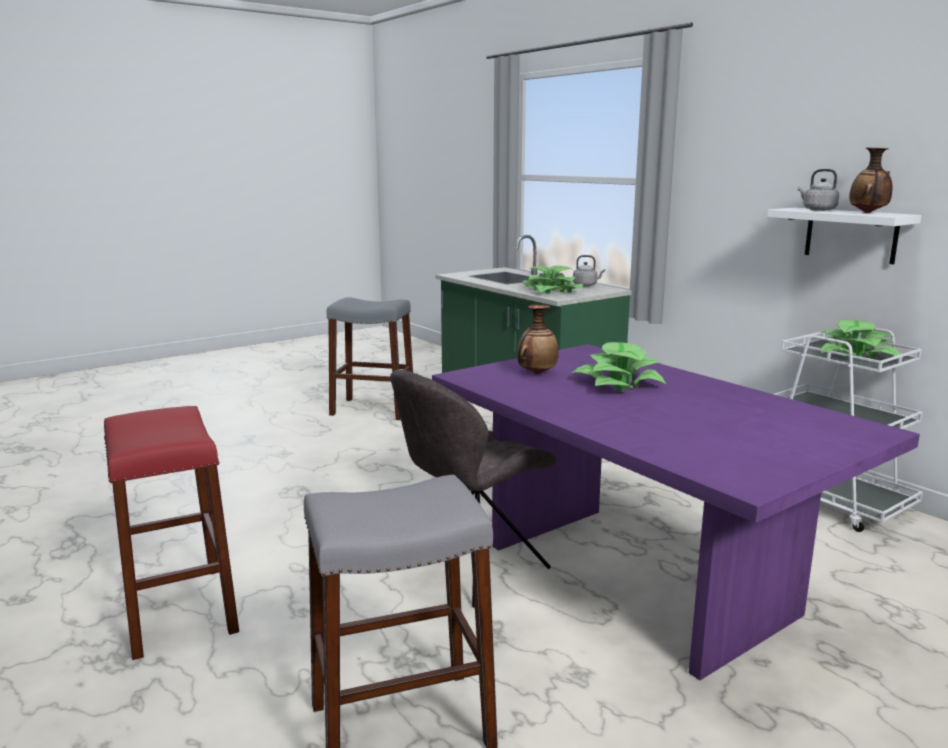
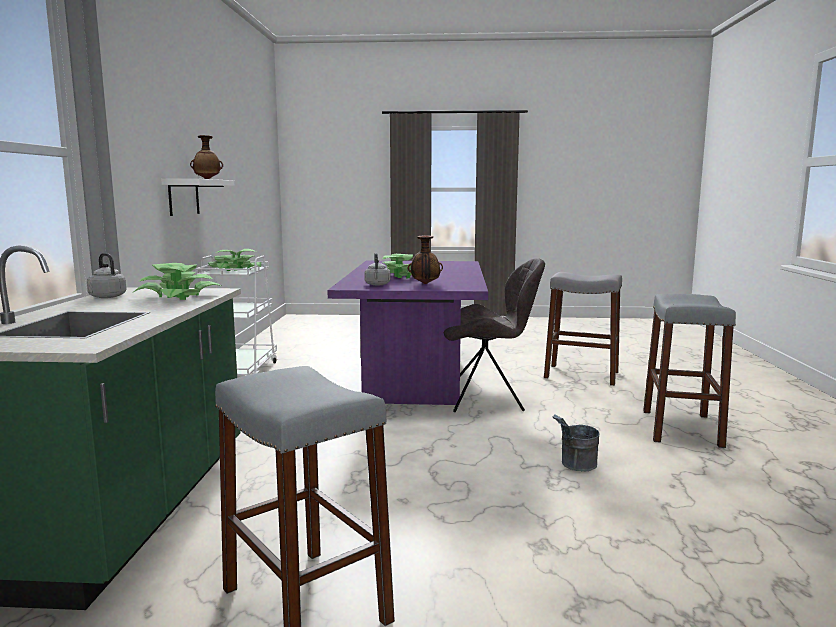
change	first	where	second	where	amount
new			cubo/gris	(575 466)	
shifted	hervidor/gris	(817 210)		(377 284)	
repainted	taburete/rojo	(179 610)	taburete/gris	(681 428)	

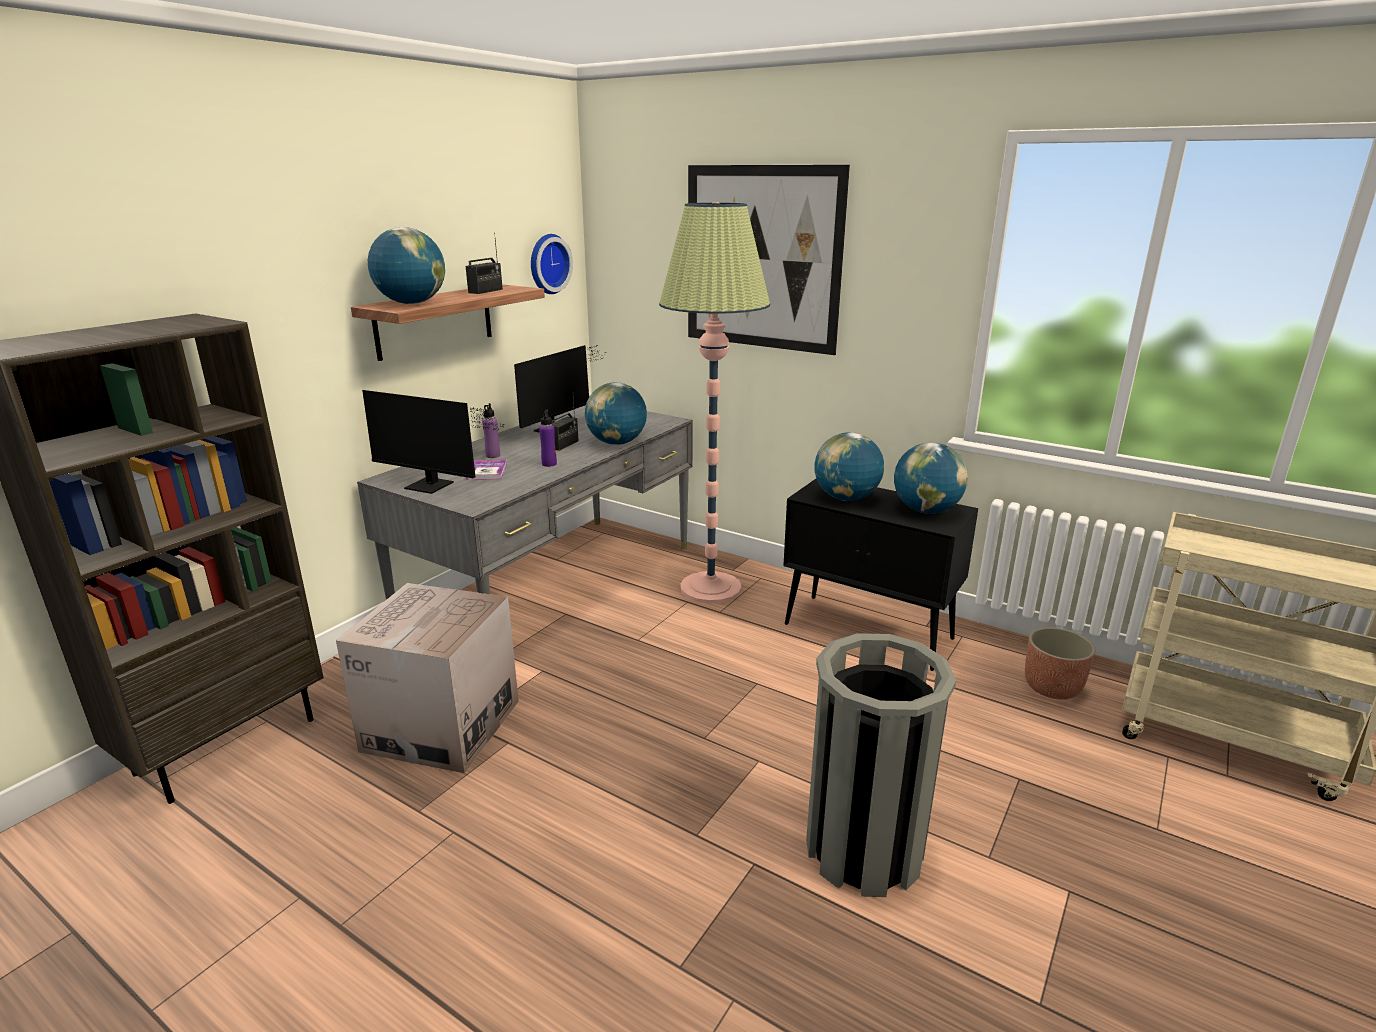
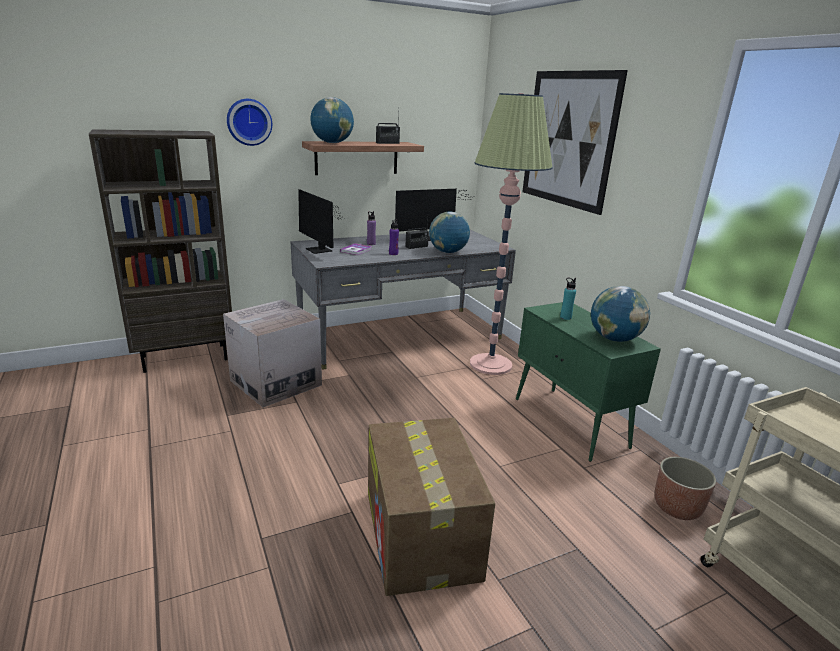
change	first	where	second	where	amount
shifted	reloj de pared	(547 264)		(249 122)	
swapped	papelera/gris	(864 850)	caja de cartón	(422 536)	
swapped	globo terráqueo	(846 498)	botella/turquesa	(565 317)	
repainted	armario/negro	(869 632)	armario/verde	(570 423)	

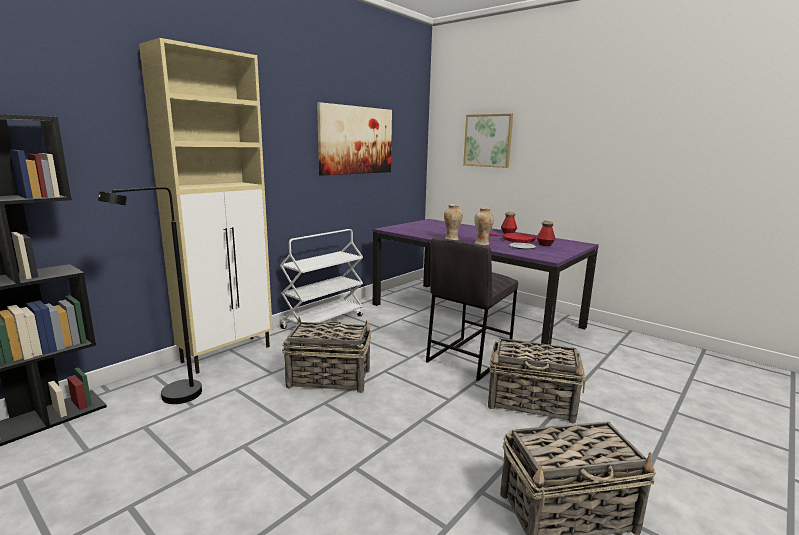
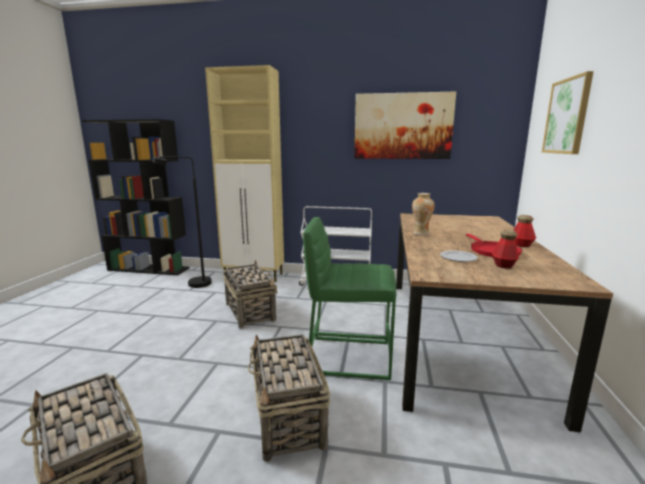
change	first	where	second	where	amount
gone	florero	(482 244)			
repainted	mesa de comedor/morado	(472 315)	mesa de comedor/marrón	(456 334)	
repainted	taburete/gris	(468 357)	taburete/verde	(348 356)	

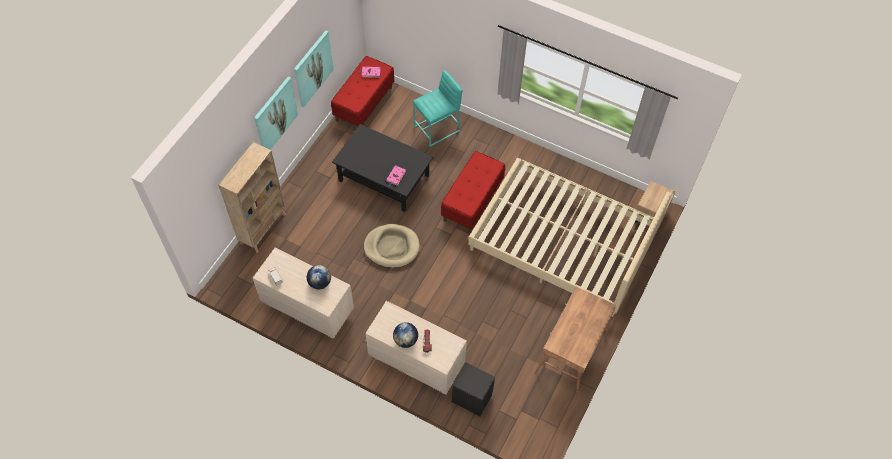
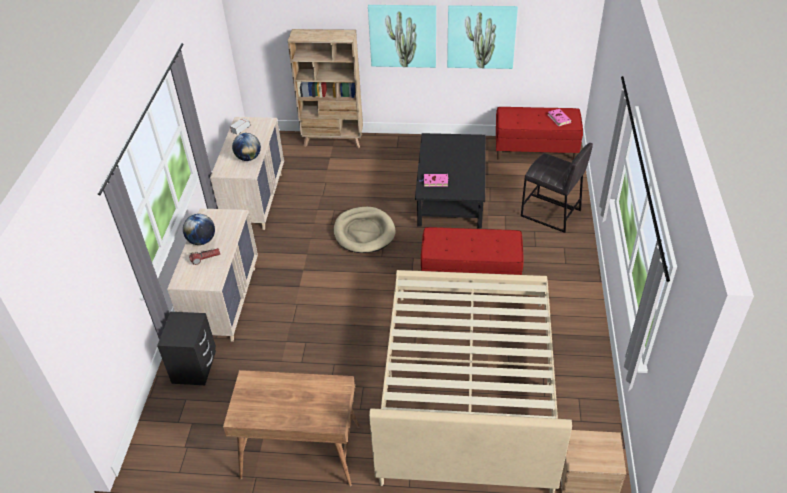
change	first	where	second	where	amount
repainted	taburete/turquesa	(437 129)	taburete/gris	(551 213)	

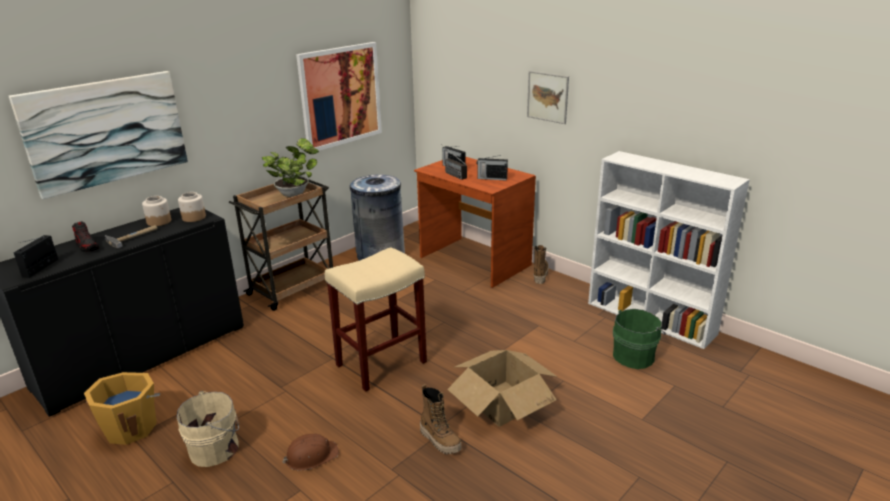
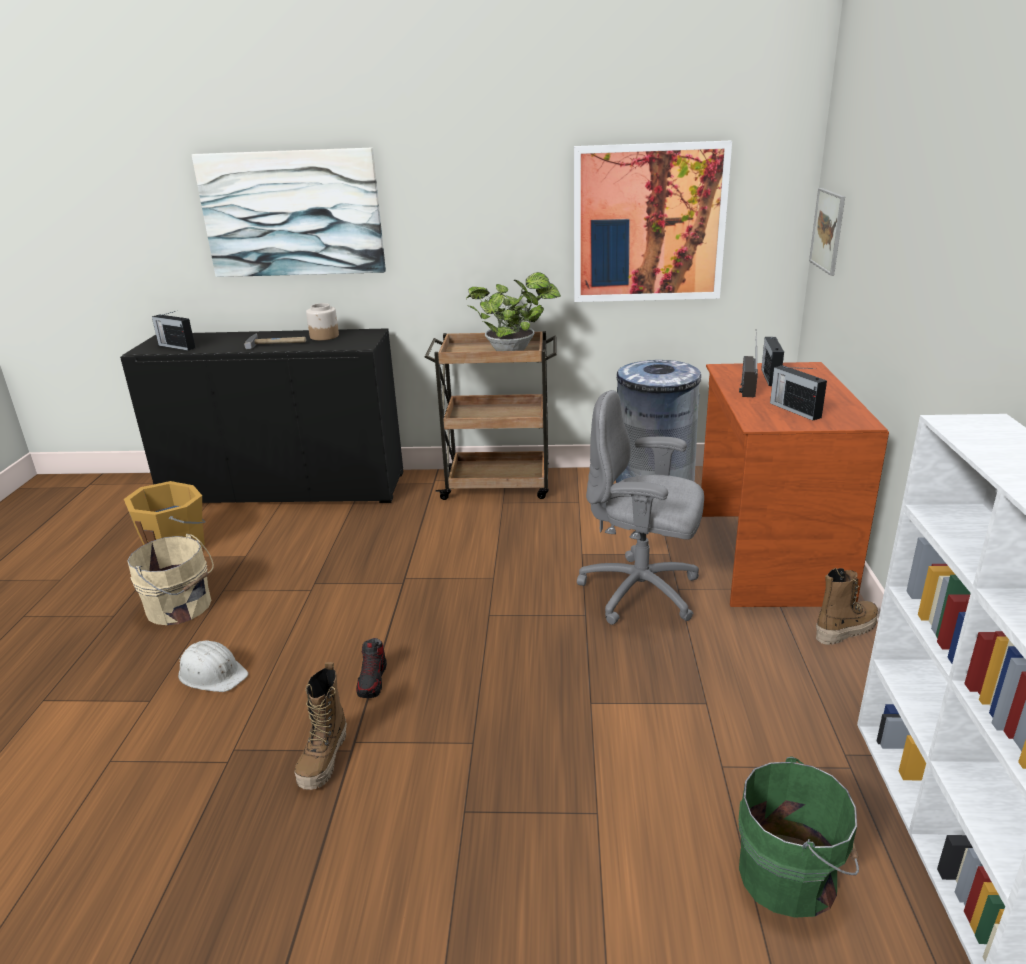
change	first	where	second	where	amount
gone	tarro	(193 217)			
gone	taburete/beis	(382 363)			
gone	caja de cartón	(502 403)			
new			silla de oficina/gris	(642 592)	
shifted	zapato	(87 246)		(372 680)	
shifted	cuadro	(547 97)		(827 230)	
repainted	casco/marrón	(311 456)	casco/blanco	(212 674)	
rotated	radio	(41 267)		(176 346)	120 degrees counterclockwise

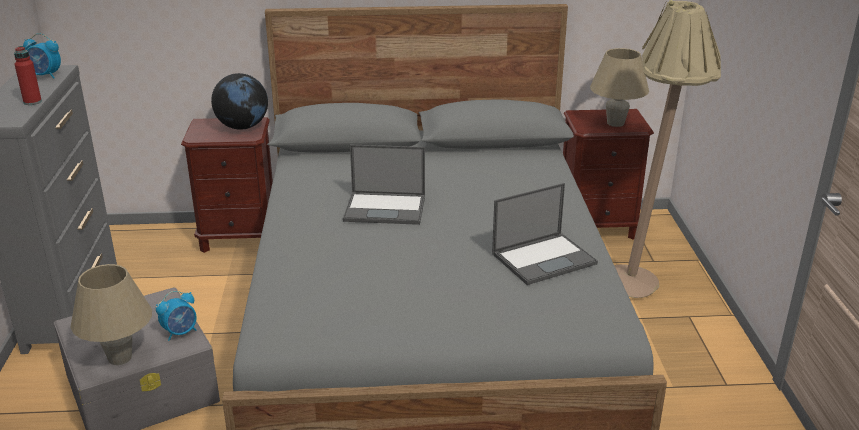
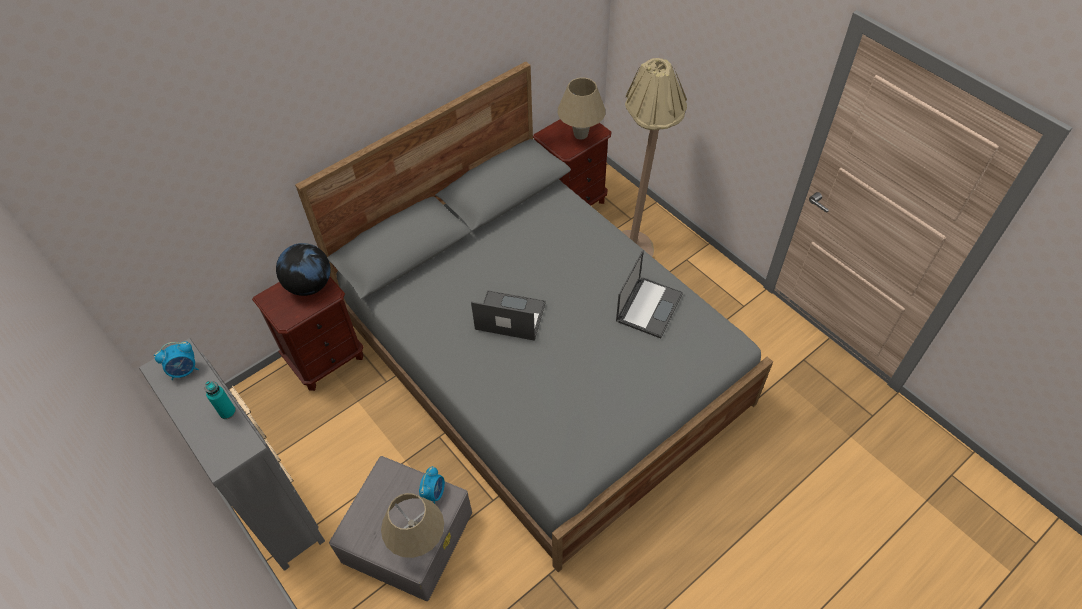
change	first	where	second	where	amount
repainted	botella/rojo	(32 102)	botella/turquesa	(227 412)	
rotated	portátil	(386 208)		(509 316)	135 degrees counterclockwise

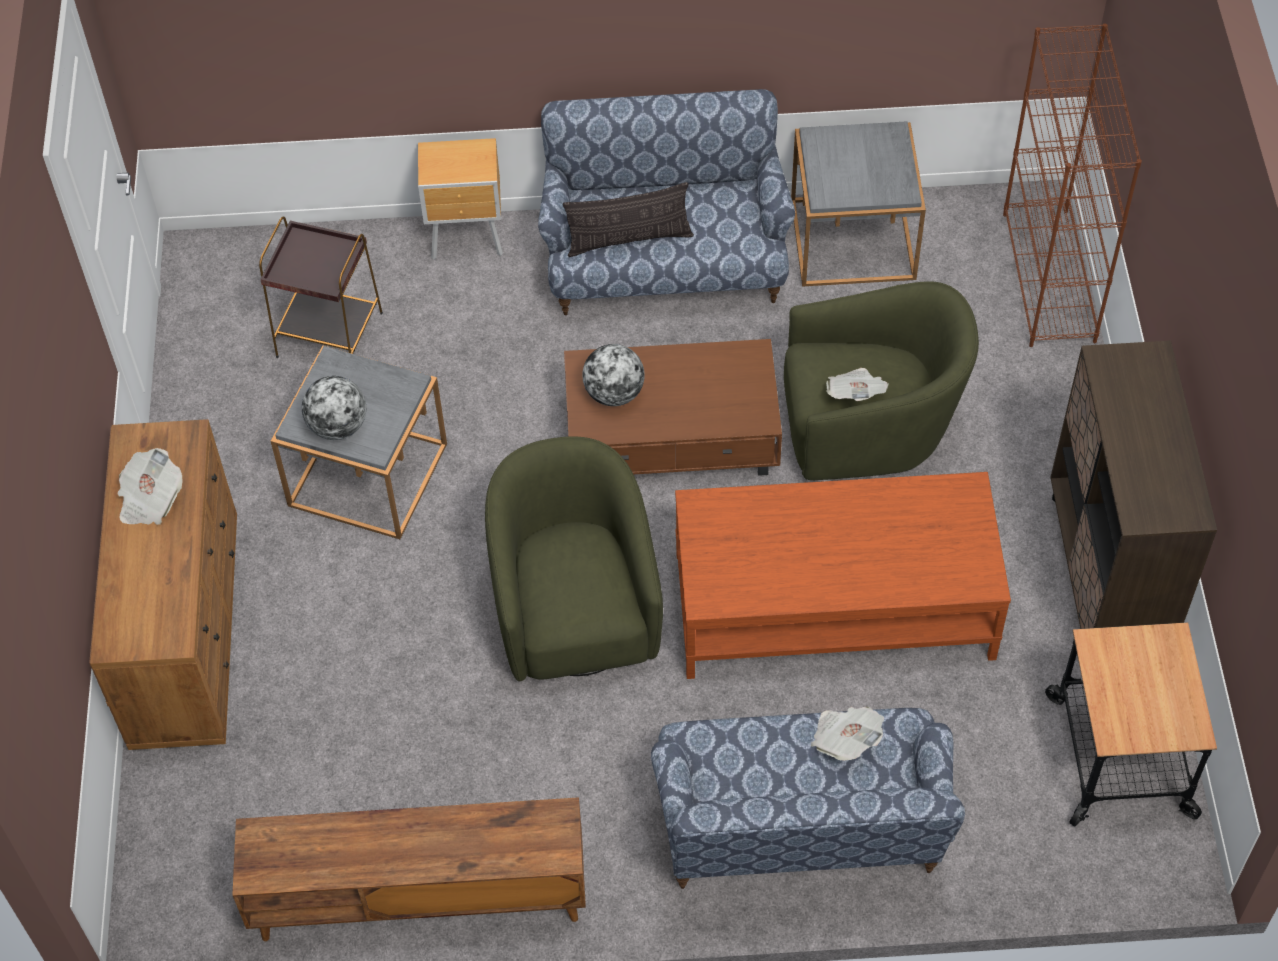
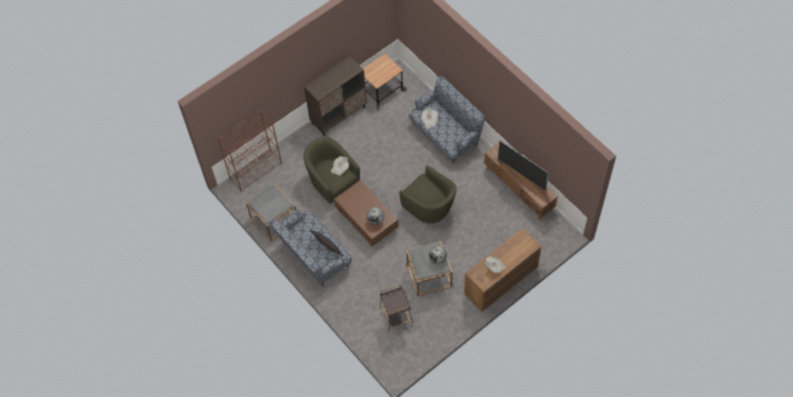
change	first	where	second	where	amount
gone	mesita de noche/marrón	(468 239)			
gone	mesa de centro/marrón	(832 606)			
new			televisor	(521 174)	
rotated	sillón/verde	(575 610)		(429 207)	90 degrees counterclockwise

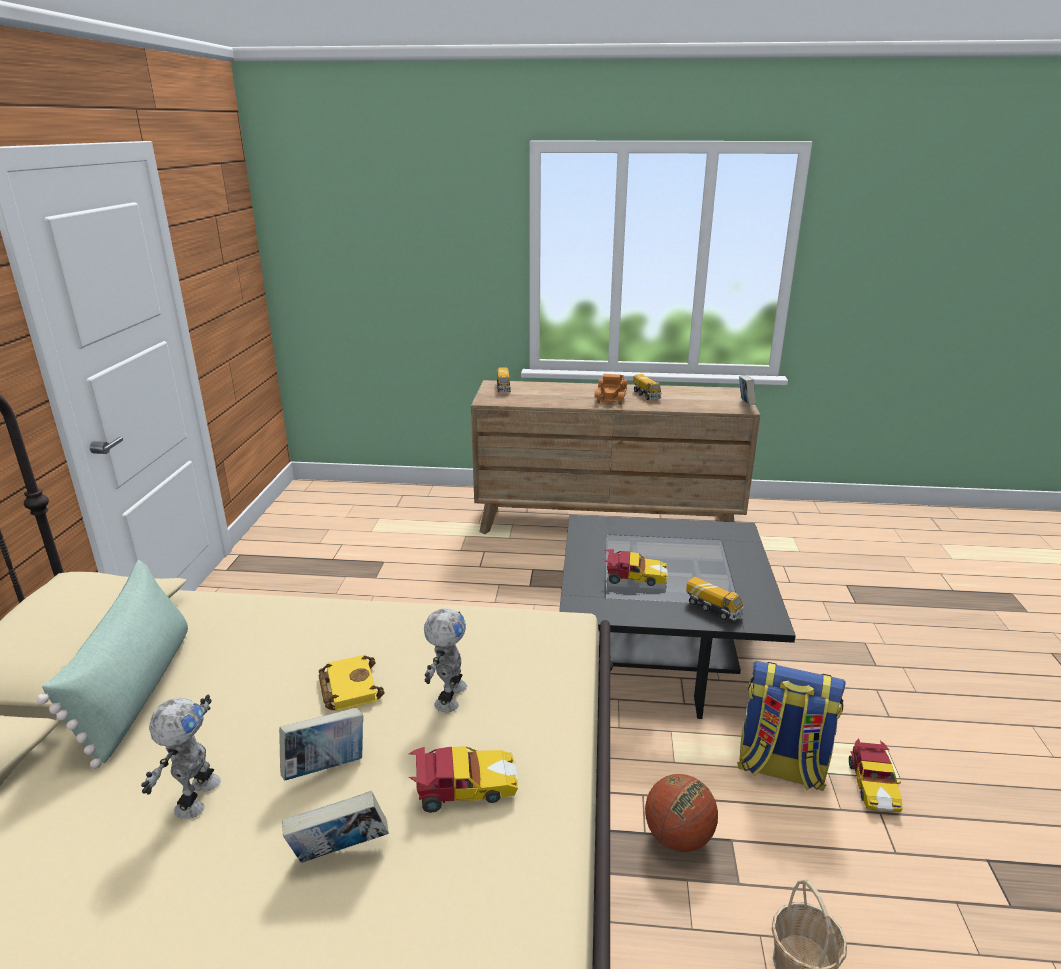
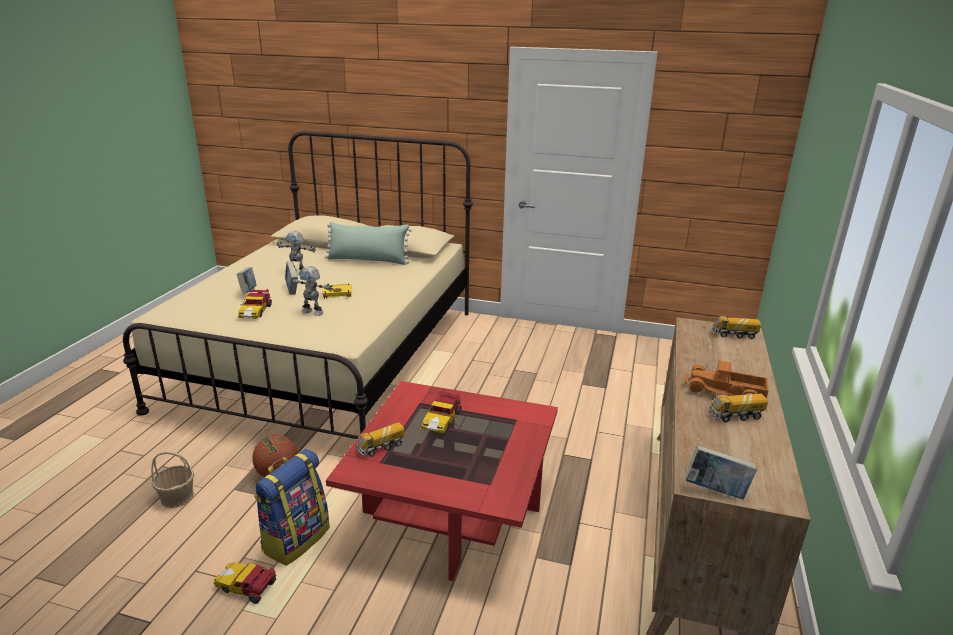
change	first	where	second	where	amount
repainted	mesa de centro/negro	(659 650)	mesa de centro/rojo	(451 511)	

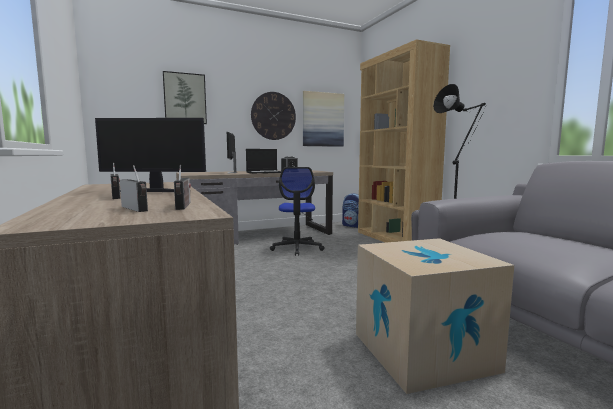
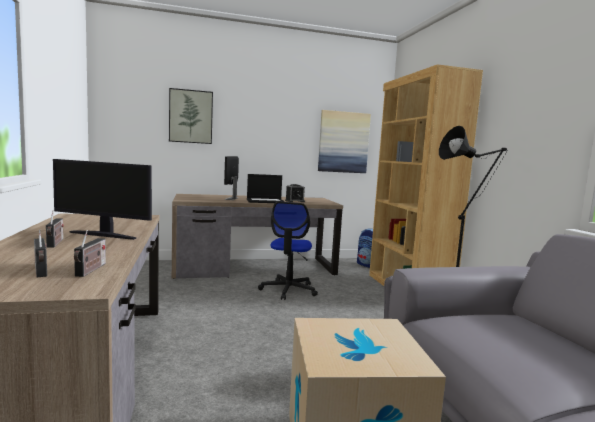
change	first	where	second	where	amount
gone	reloj de pared	(273 116)			

